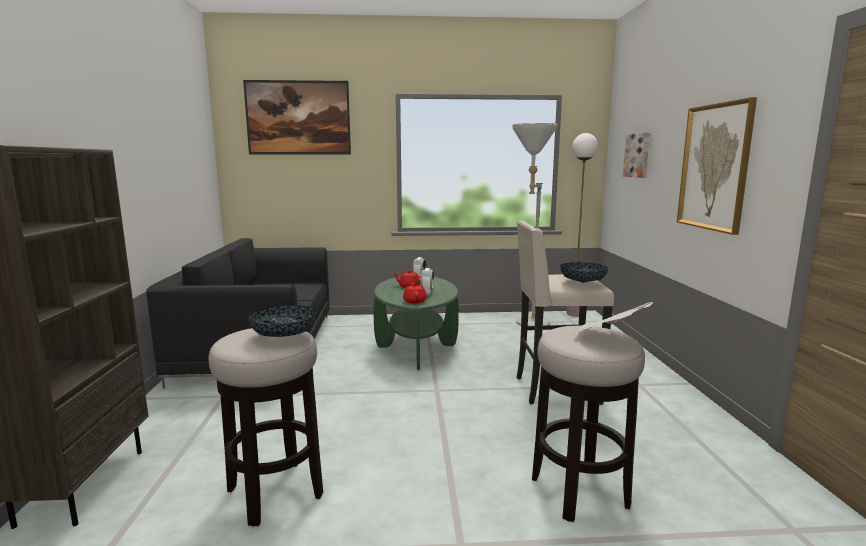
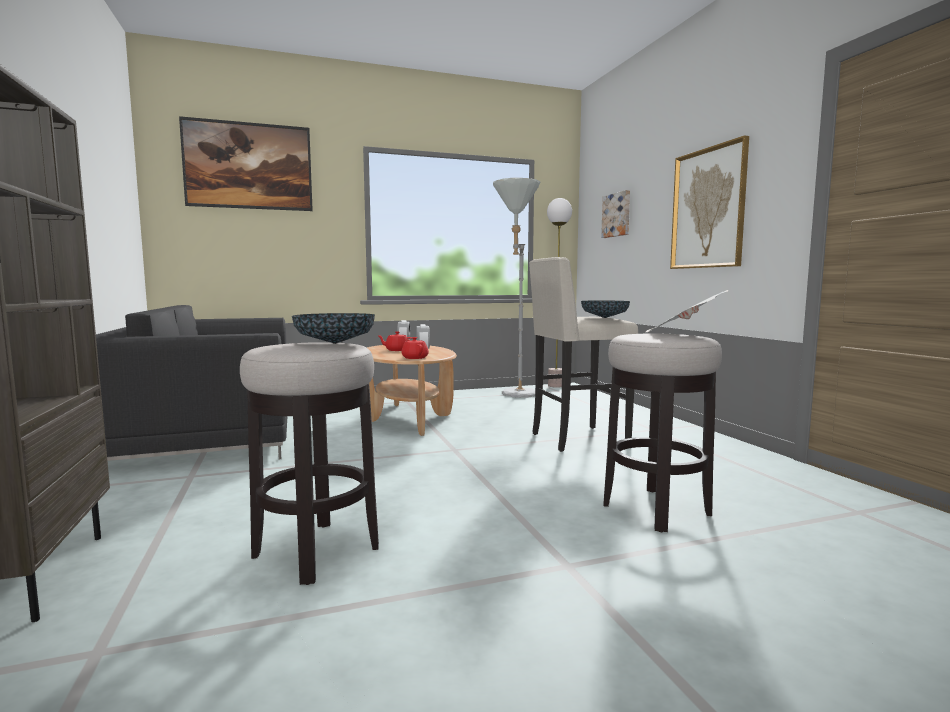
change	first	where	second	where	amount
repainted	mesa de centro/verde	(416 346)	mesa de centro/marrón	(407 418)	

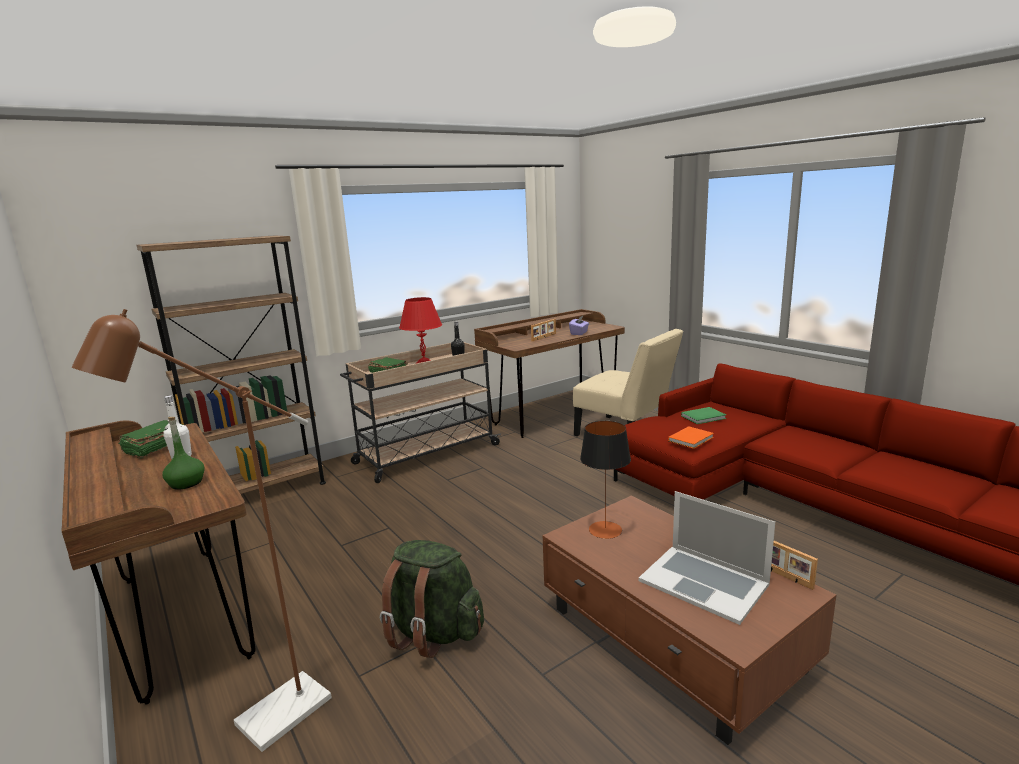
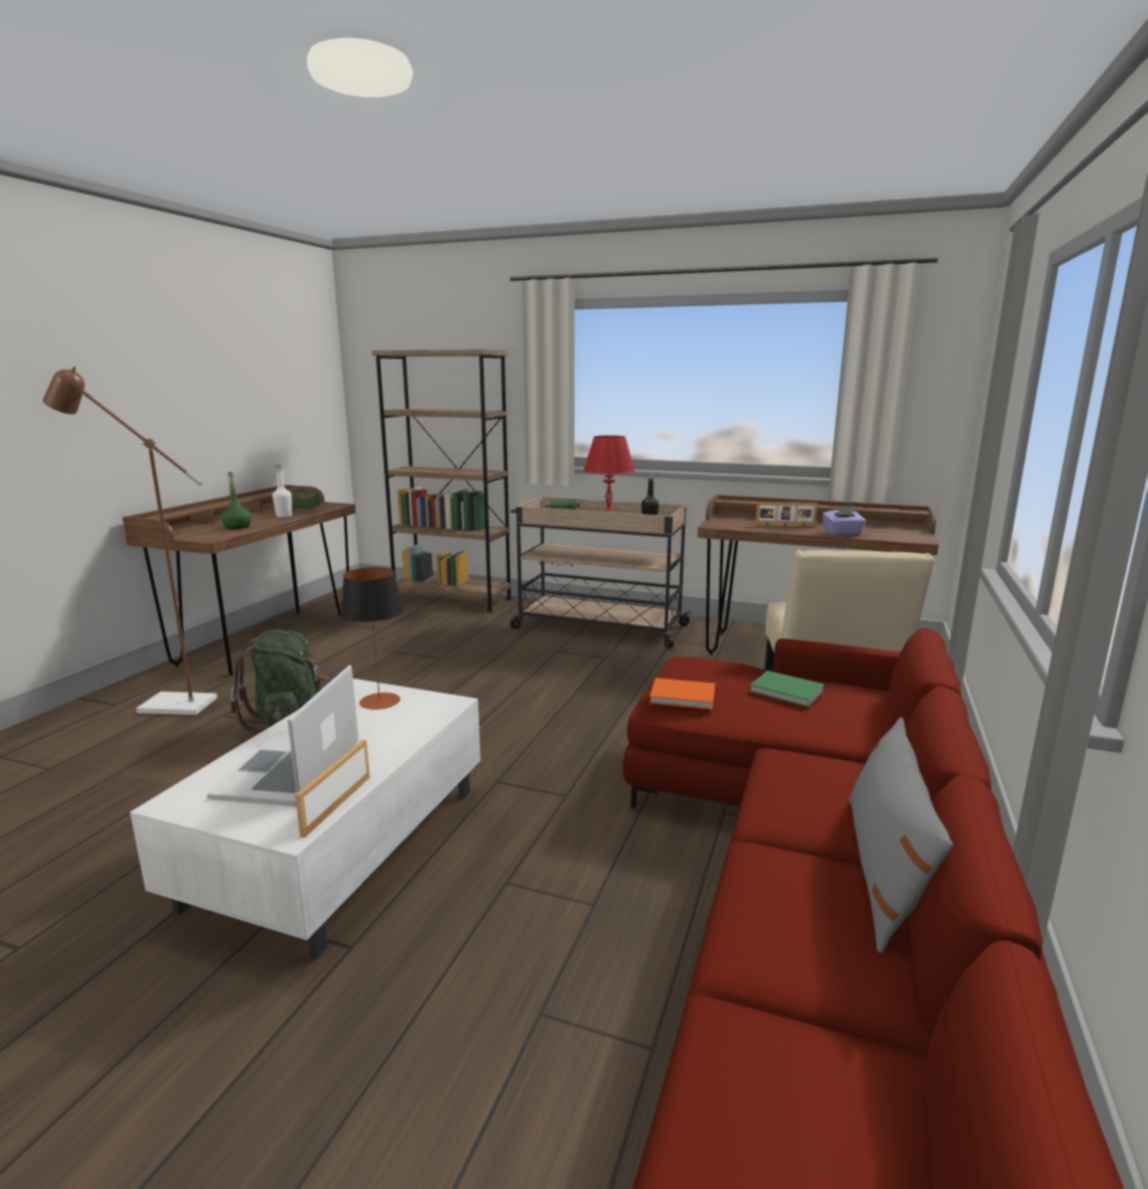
change	first	where	second	where	amount
new			cojín/gris	(885 869)	
repainted	mesa de centro/marrón	(673 639)	mesa de centro/blanco	(337 846)	

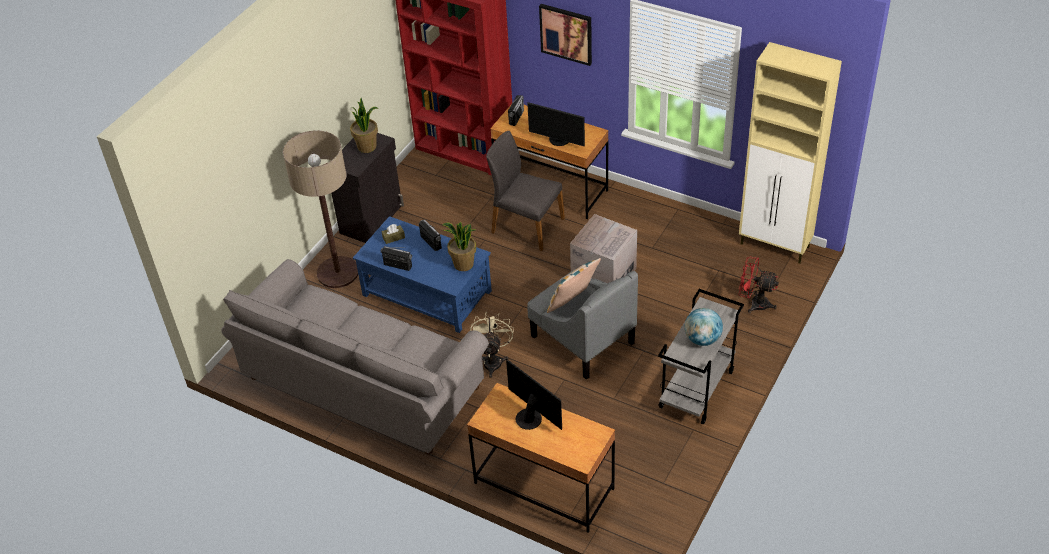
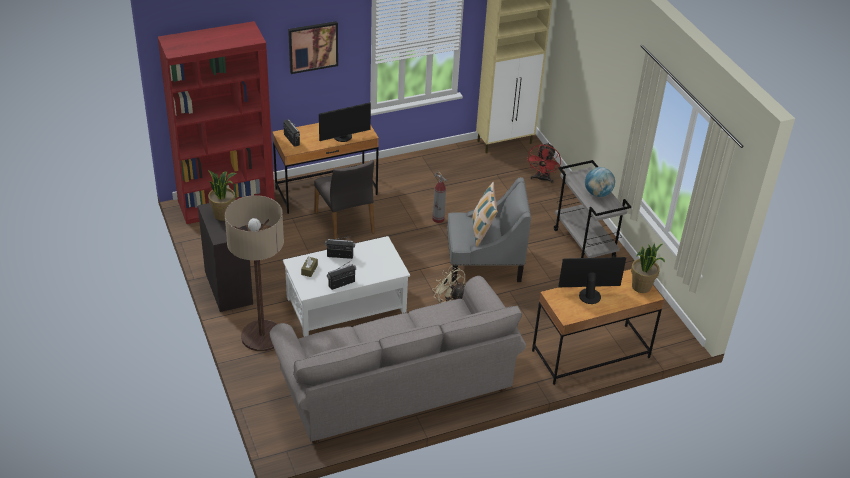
change	first	where	second	where	amount
shifted	planta en maceta	(463 264)		(641 287)	
swapped	caja de cartón	(603 275)	extintor	(438 219)	
repainted	mesa de centro/azul	(426 292)	mesa de centro/blanco	(345 304)	
rotated	silla/gris	(526 226)		(345 222)	90 degrees counterclockwise
rotated	ventilador/rojo	(754 303)		(542 179)	45 degrees counterclockwise

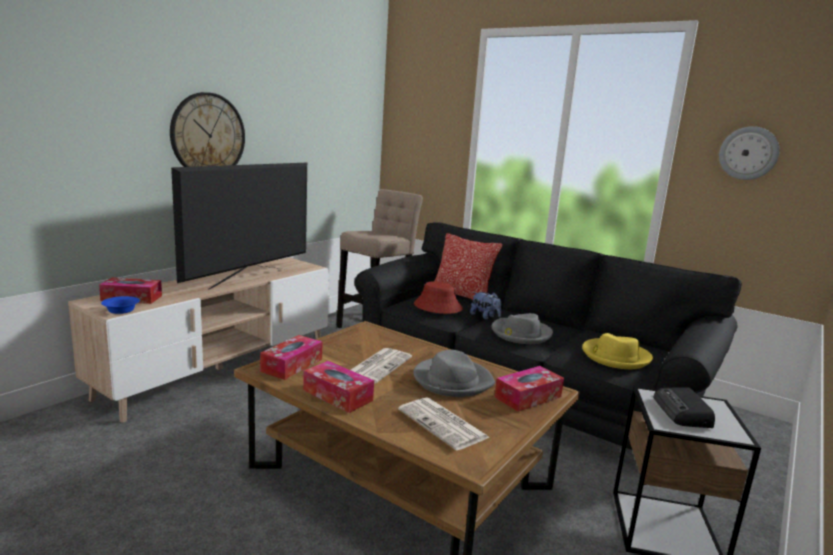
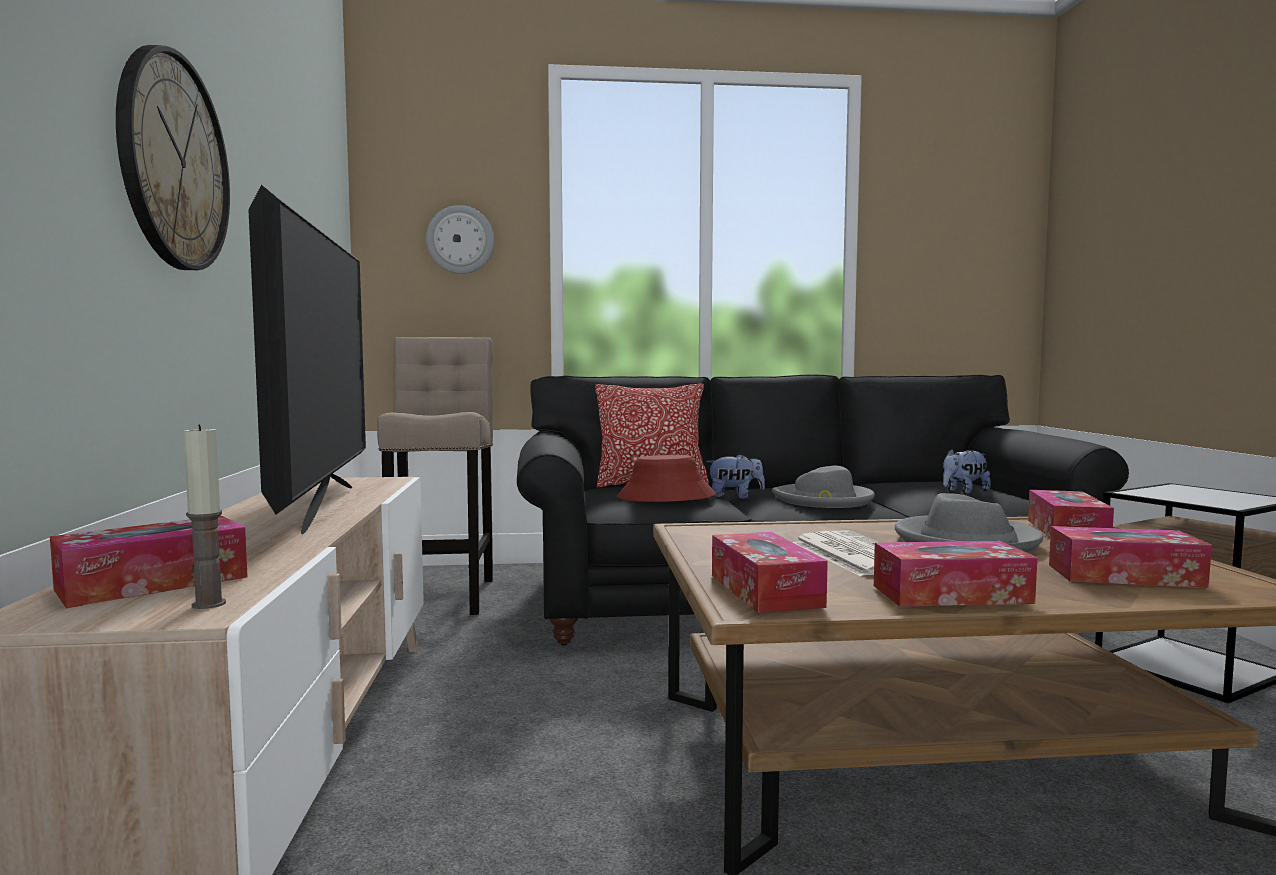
change	first	where	second	where	amount
gone	radio	(682 413)			
shifted	reloj de pared	(748 153)		(460 240)	
swapped	cuenco/azul	(121 310)	vela	(209 604)	
swapped	periódico	(444 424)	caja de pañuelos	(1124 576)	
swapped	sombrero/amarillo	(615 356)	peluche	(964 492)	

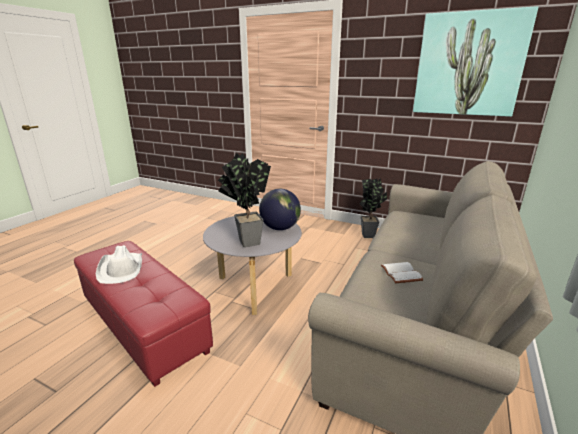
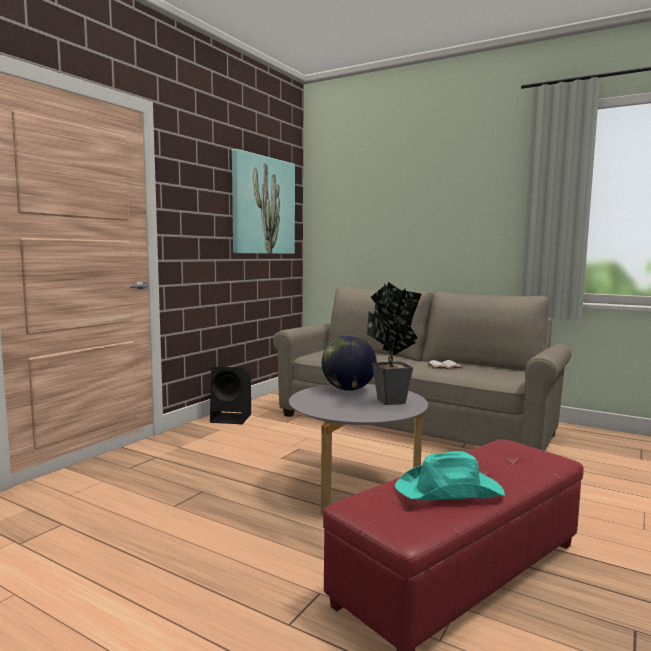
change	first	where	second	where	amount
swapped	planta en maceta	(369 234)	altavoz/negro	(232 418)	
repainted	sombrero/blanco	(121 269)	sombrero/turquesa	(450 491)	

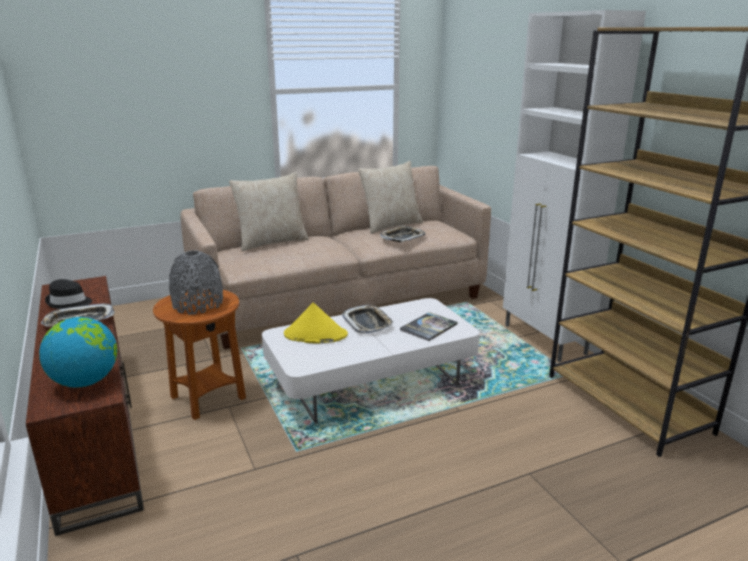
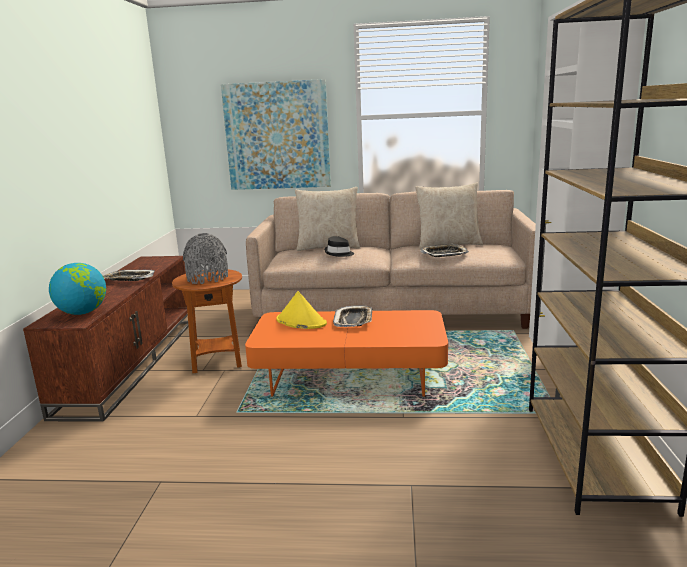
change	first	where	second	where	amount
gone	libro	(428 327)			
new			cuadro	(277 136)	
shifted	sombrero/negro	(69 303)		(339 253)	
repainted	mesa de centro/blanco	(371 381)	mesa de centro/naranja	(350 376)	

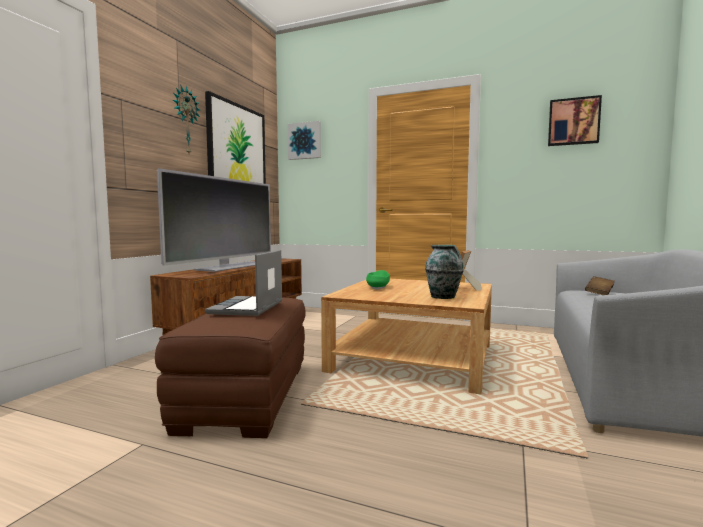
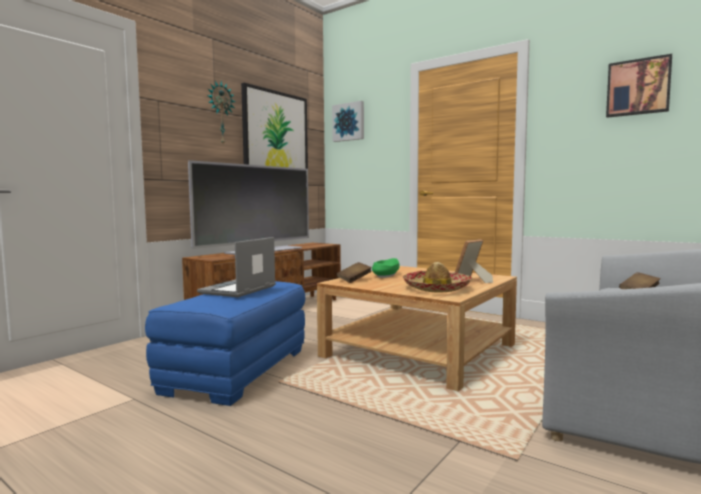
change	first	where	second	where	amount
new			libro/marrón	(354 280)	
swapped	florero	(443 297)	sombrero	(436 288)	
repainted	puf/marrón	(247 396)	puf/azul	(237 371)	

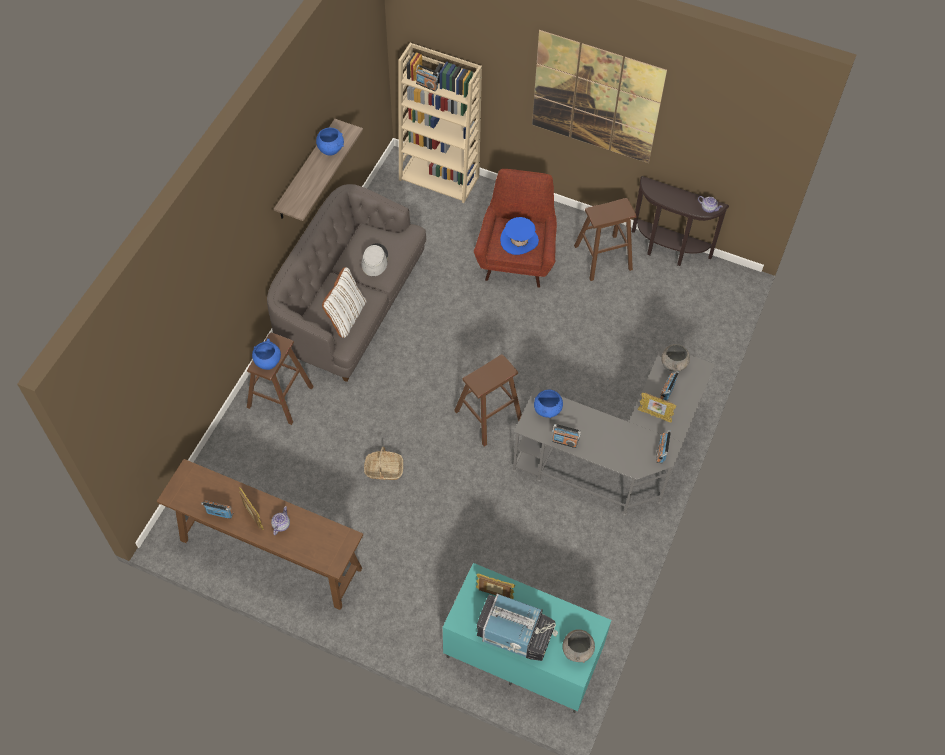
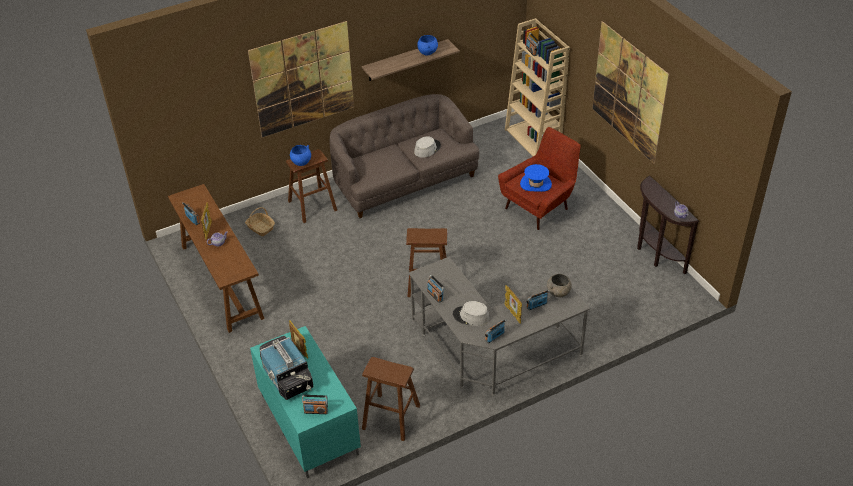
change	first	where	second	where	amount
gone	cojín/blanco	(346 317)			
gone	cuenco/azul	(547 410)			
new			cuadro	(303 80)	
new			sombrero/gris	(471 316)	
shifted	cesta	(384 470)		(260 228)	
shifted	taburete/marrón	(603 257)		(391 417)	
swapped	cuenco/gris	(577 651)	radio	(316 411)	

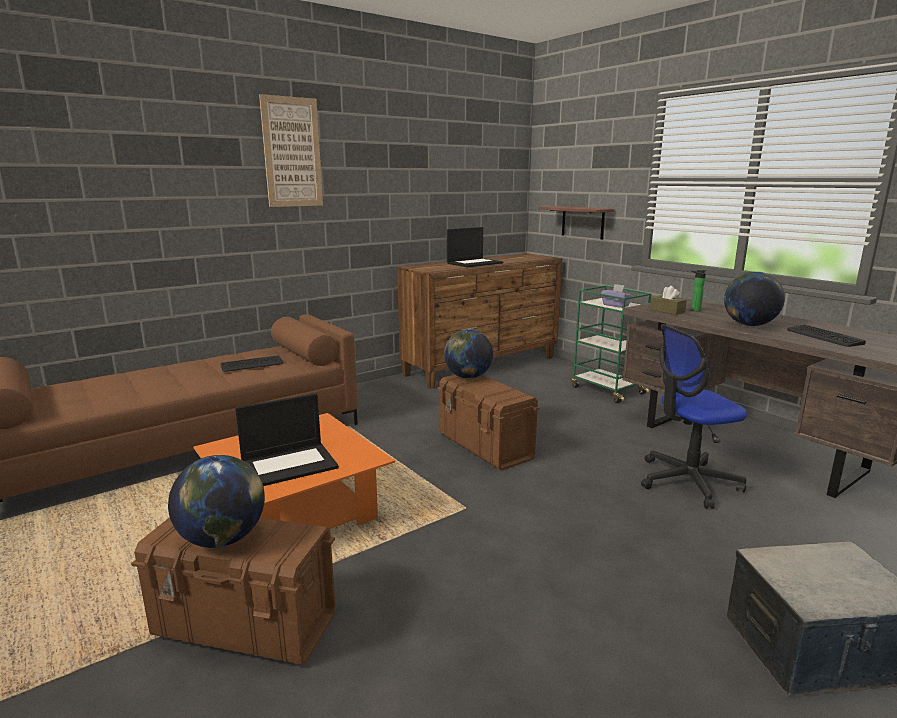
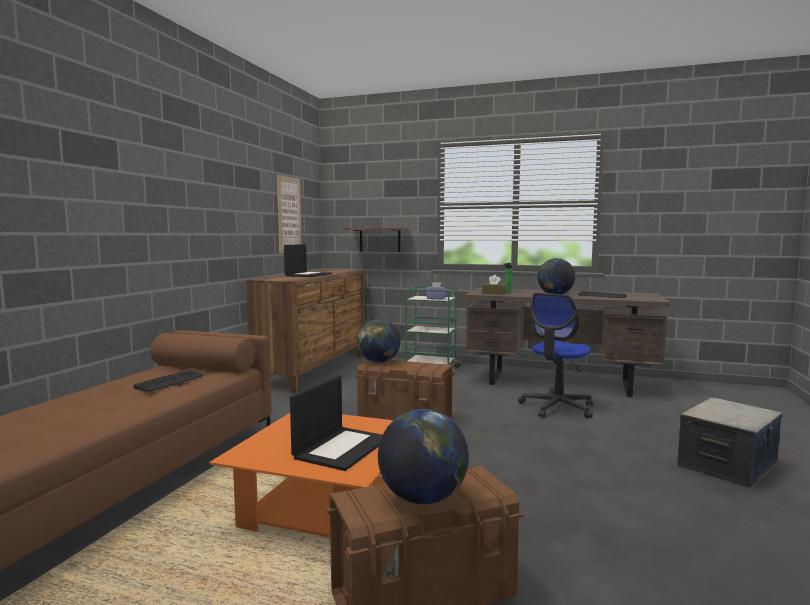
change	first	where	second	where	amount
shifted	cuadro	(292 152)		(289 215)	

